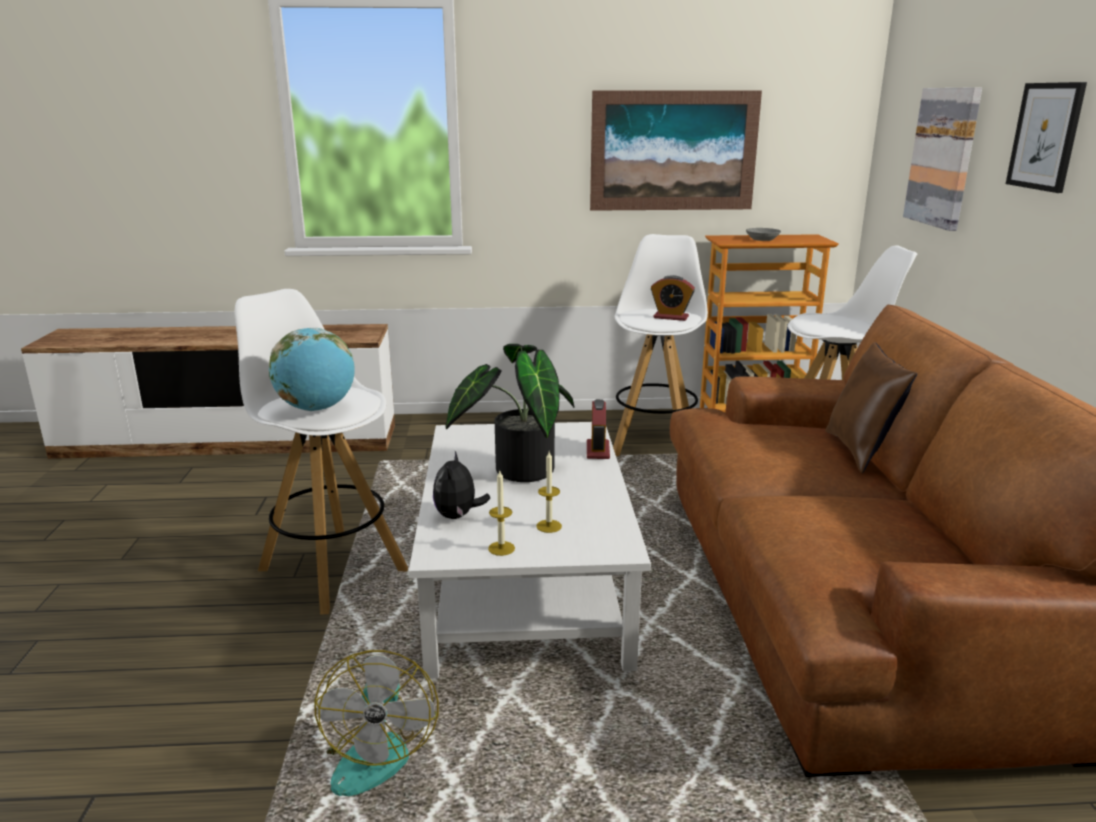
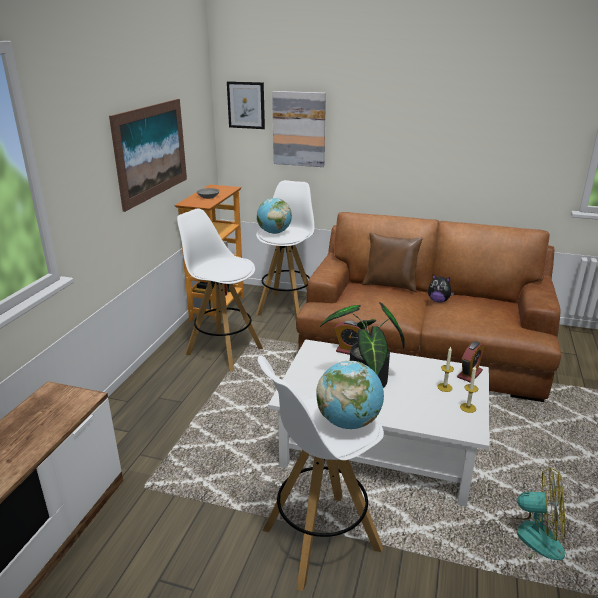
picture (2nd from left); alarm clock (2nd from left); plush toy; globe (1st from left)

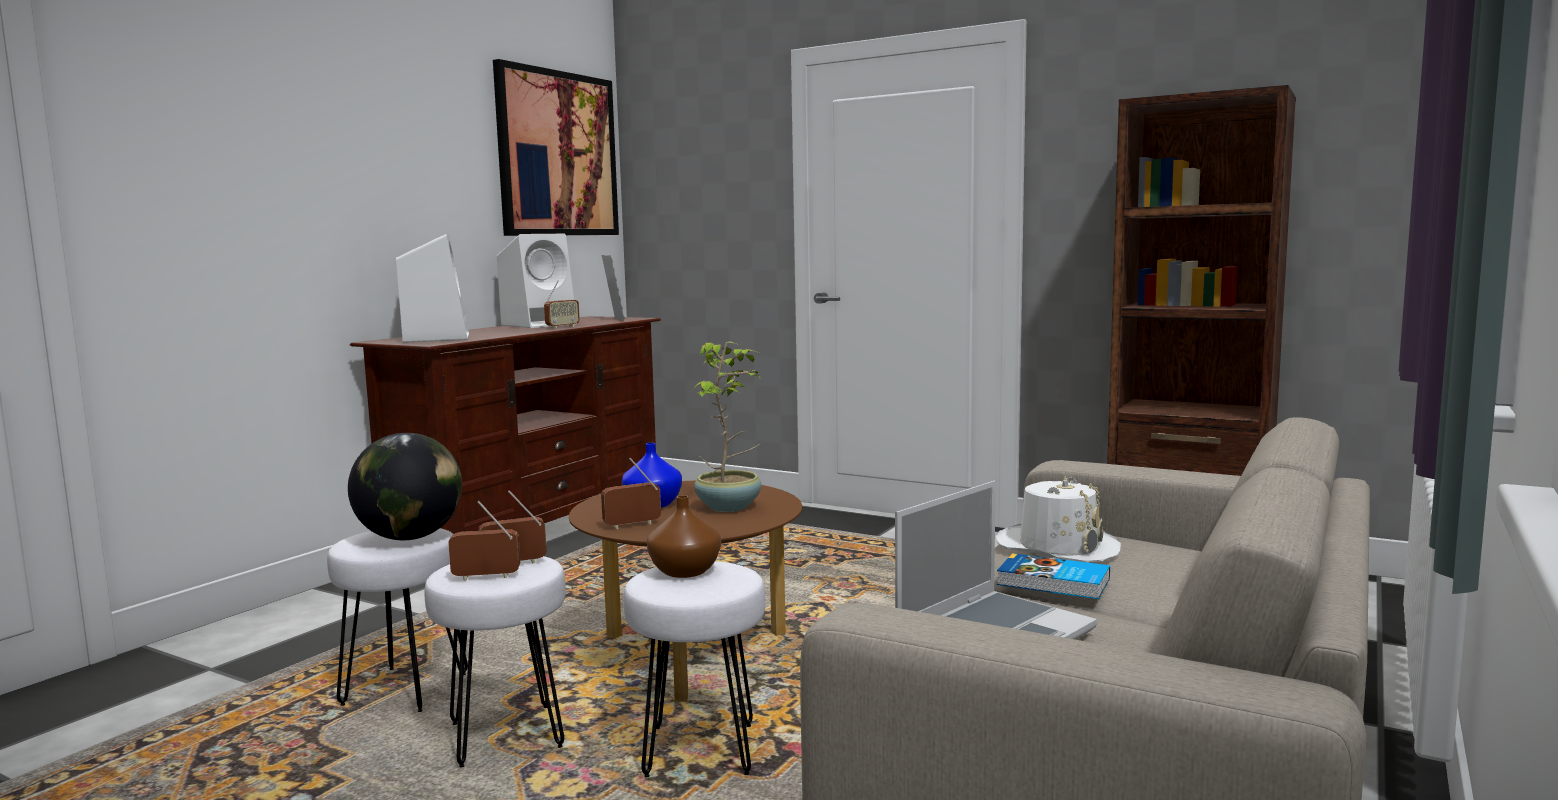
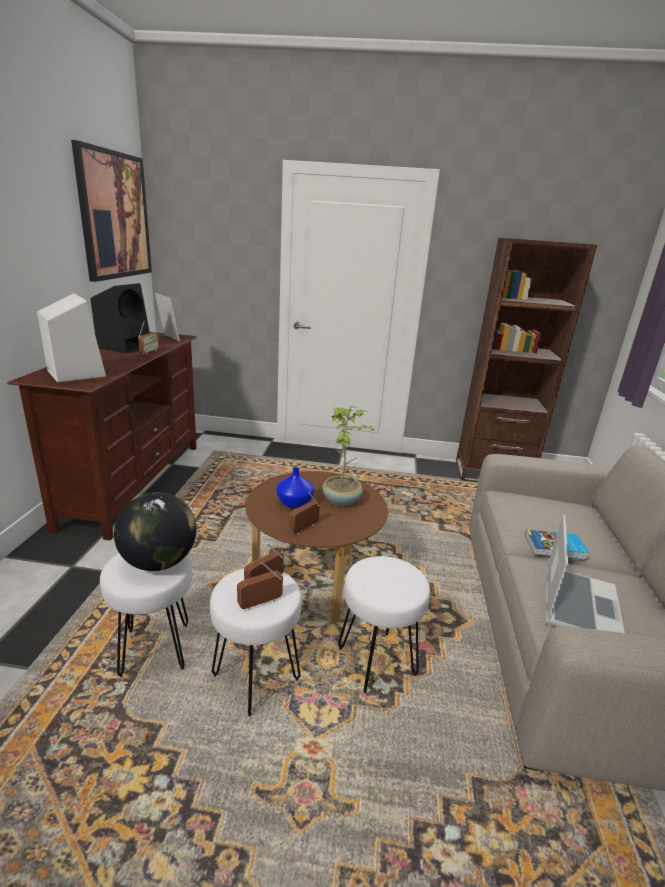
black speaker; white hat; brown vase

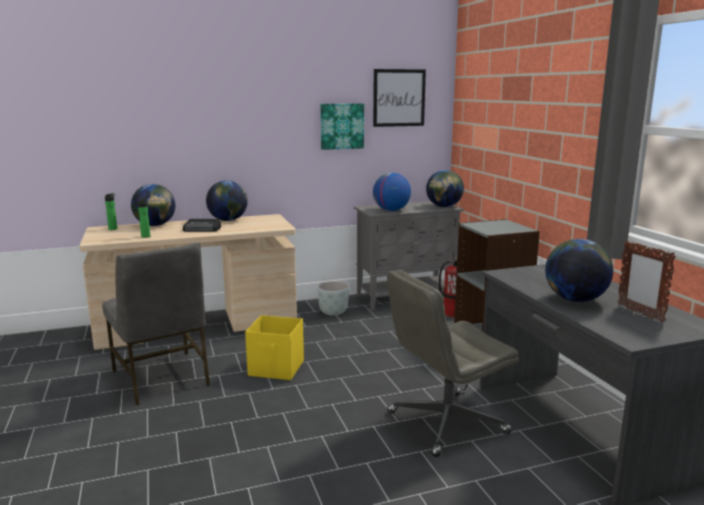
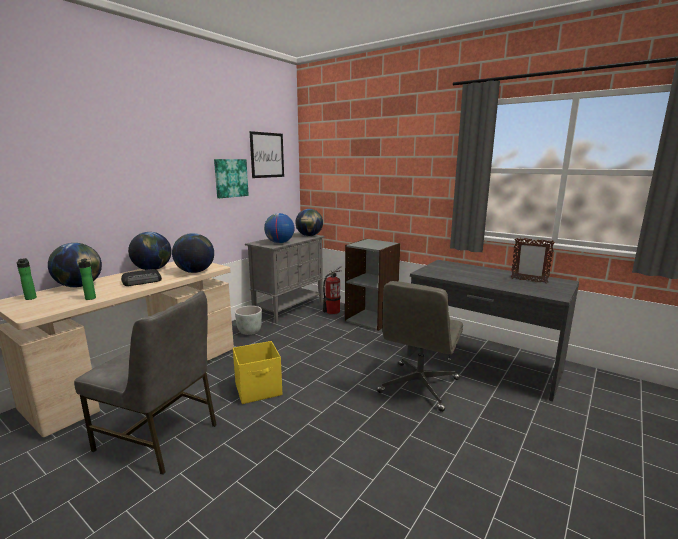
globe (3rd from left)

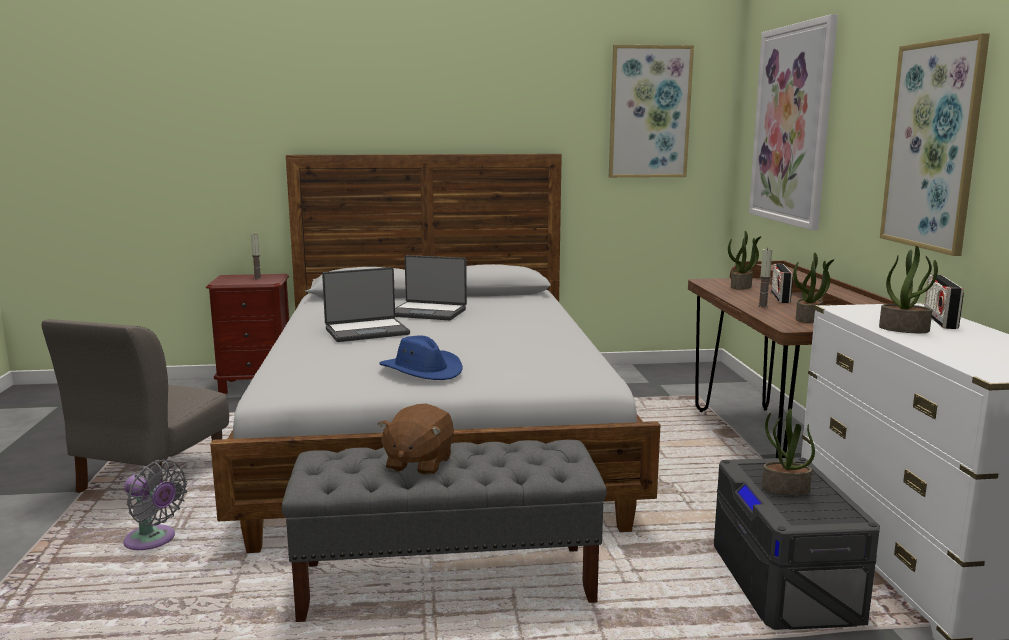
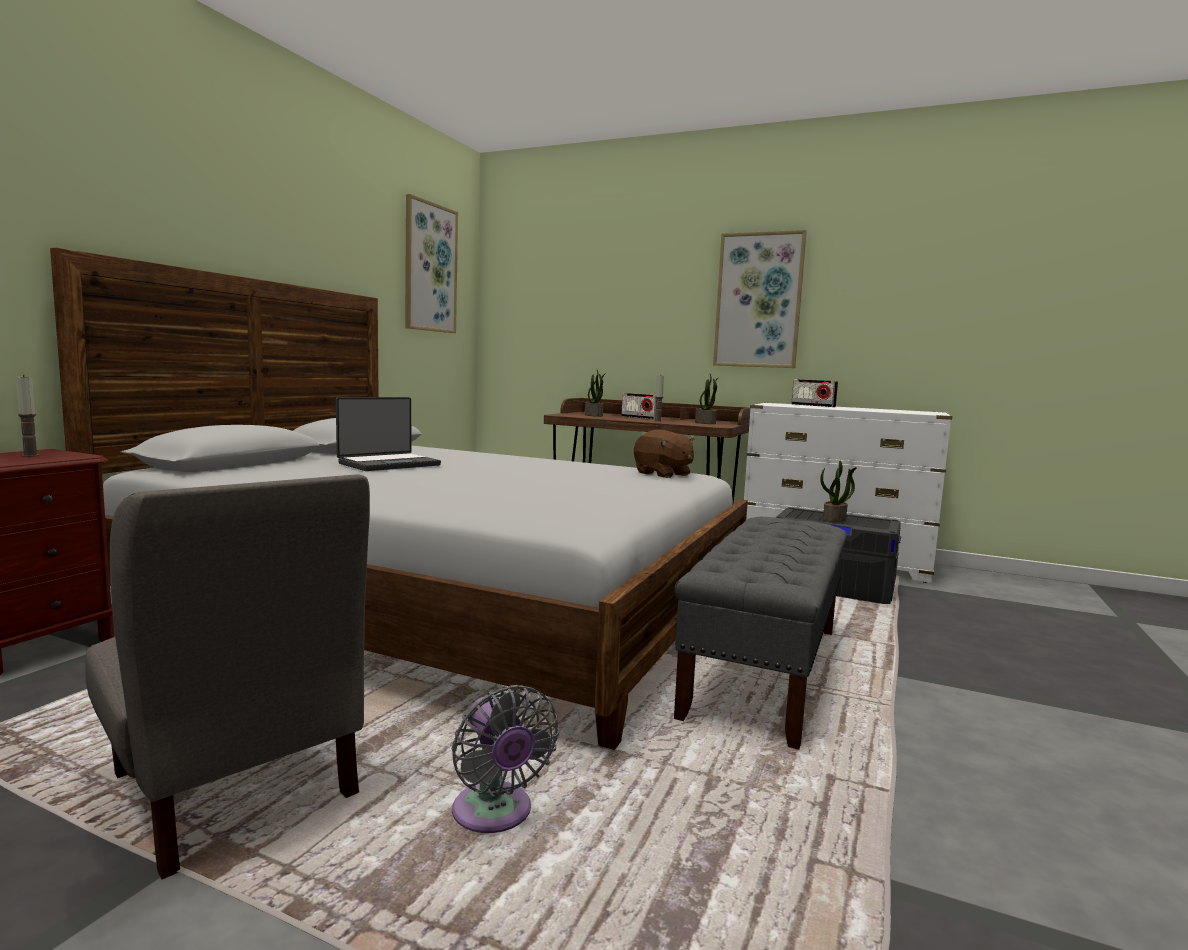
picture (2nd from left in the first image); potted plant (4th from left in the first image); laptop (1st from left in the first image); blue hat; brown plush toy; grey fan

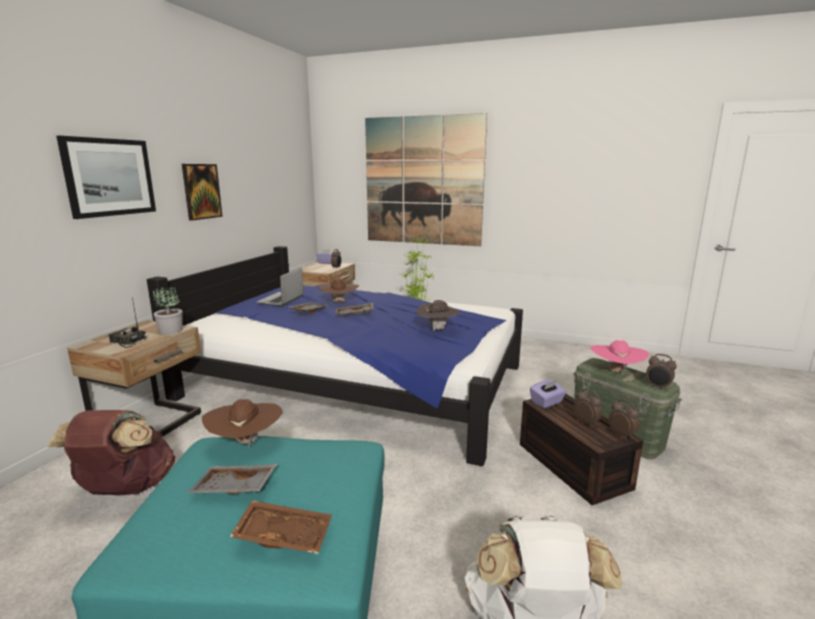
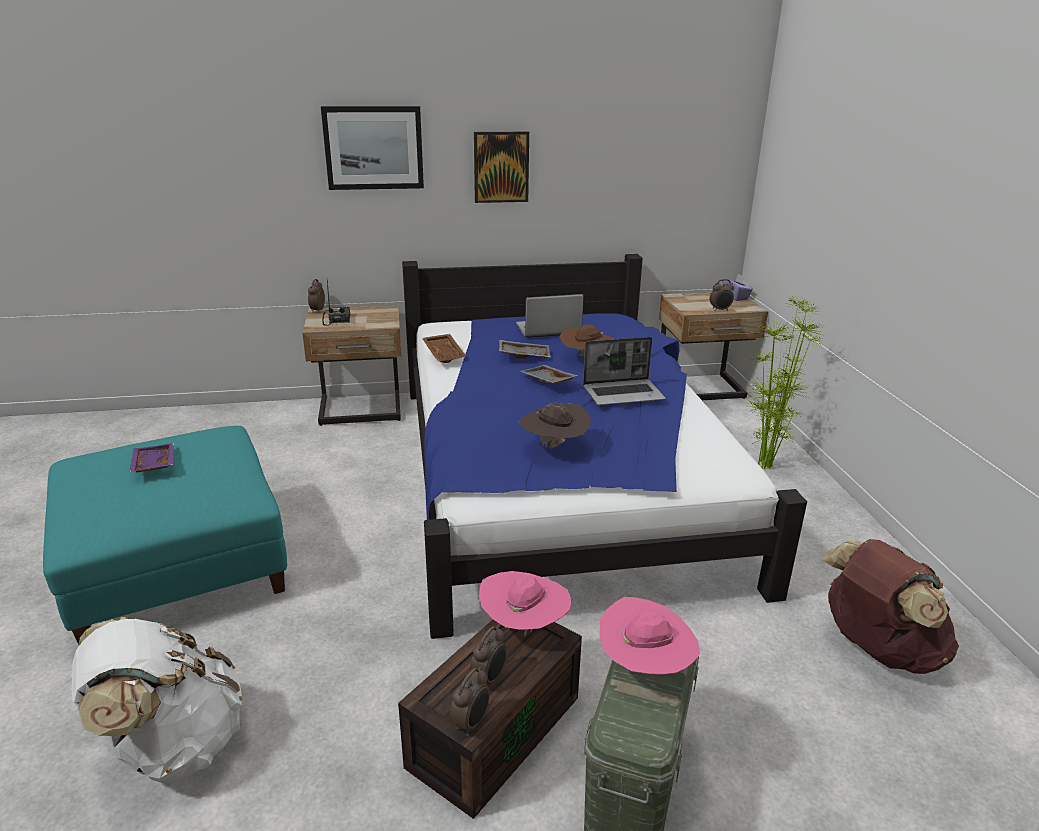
picture (3rd from left in the first image); potted plant (1st from left in the first image); alarm clock (1st from left); pink hat (1st from left); brown hat (1st from left in the first image); brown backpack; purple tray; brown tray; laptop (2nd from left)

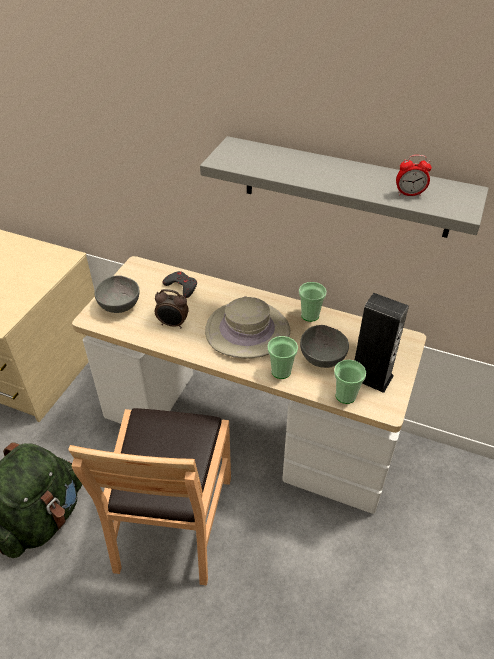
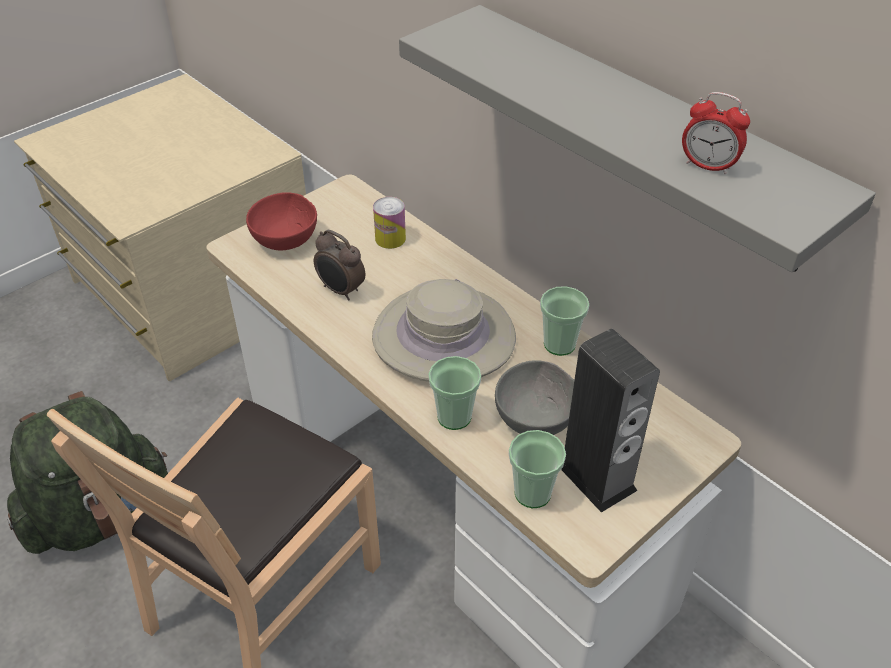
can; red bowl

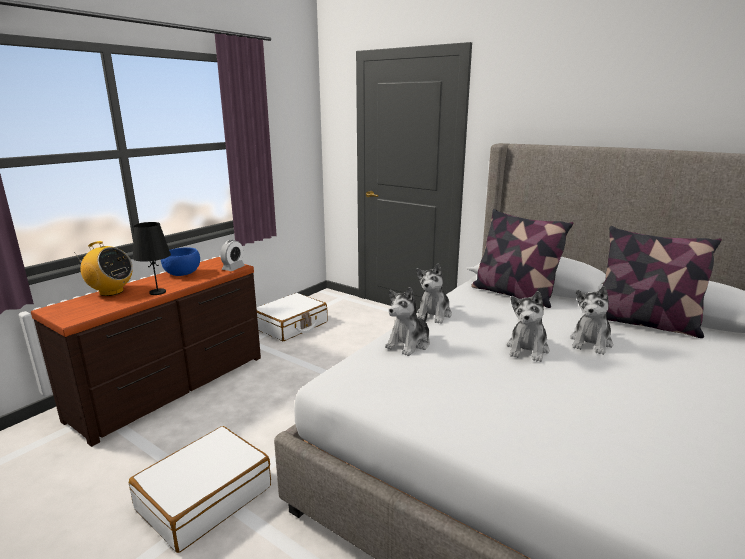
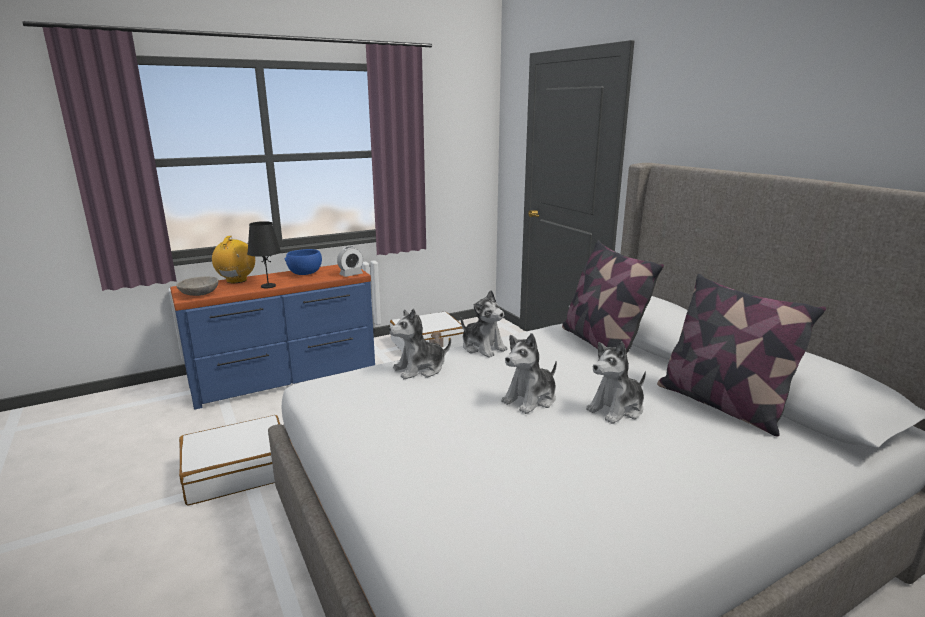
radio; blue dresser; plush toy (2nd from left); grey bowl

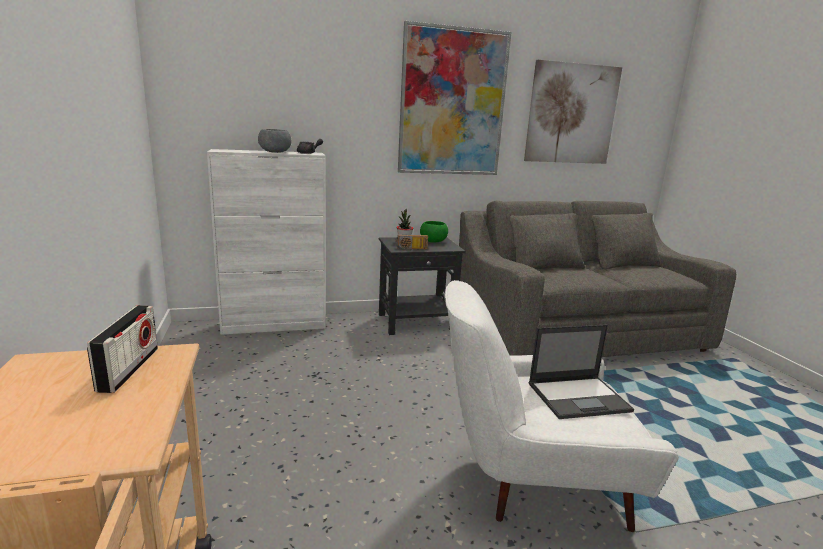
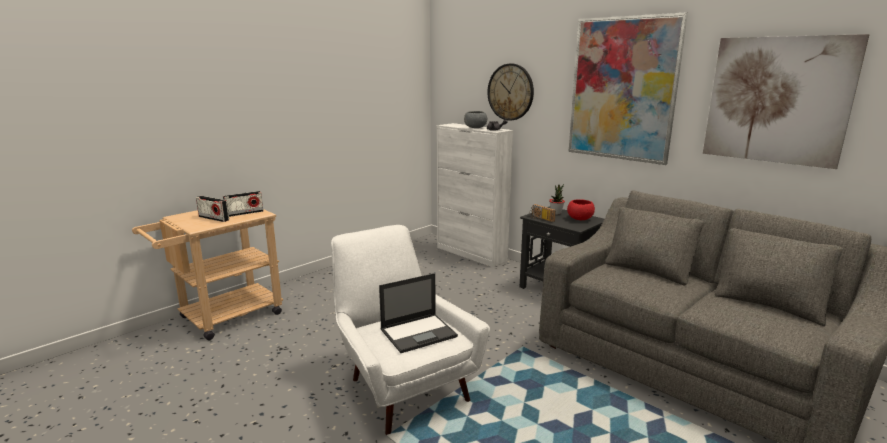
red bowl; laptop; wall clock; radio (1st from left)

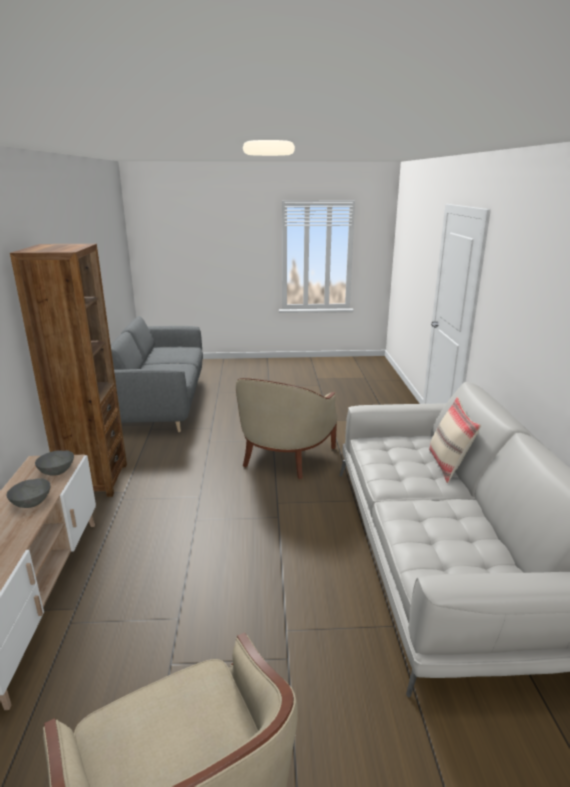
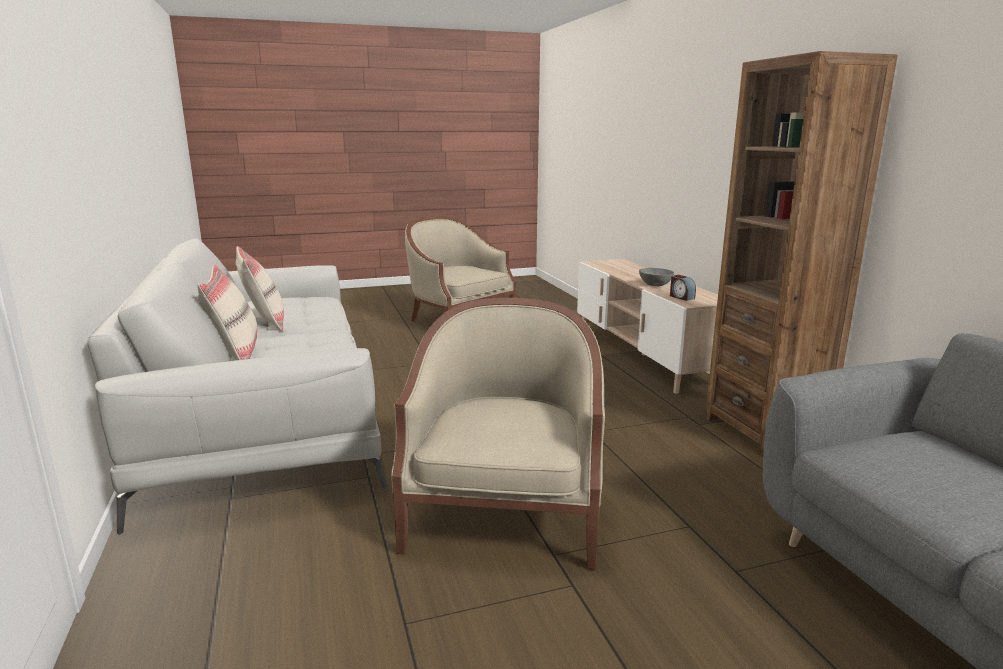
alarm clock; beige pillow (2nd from left)

